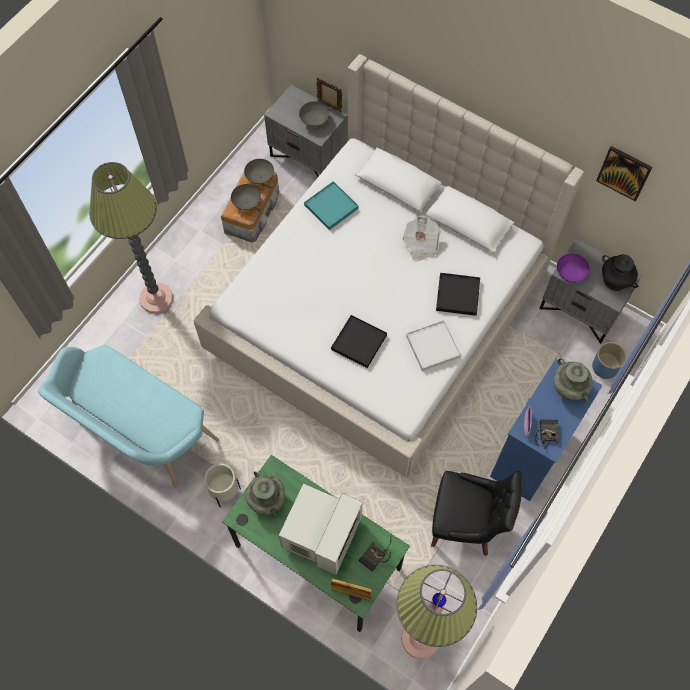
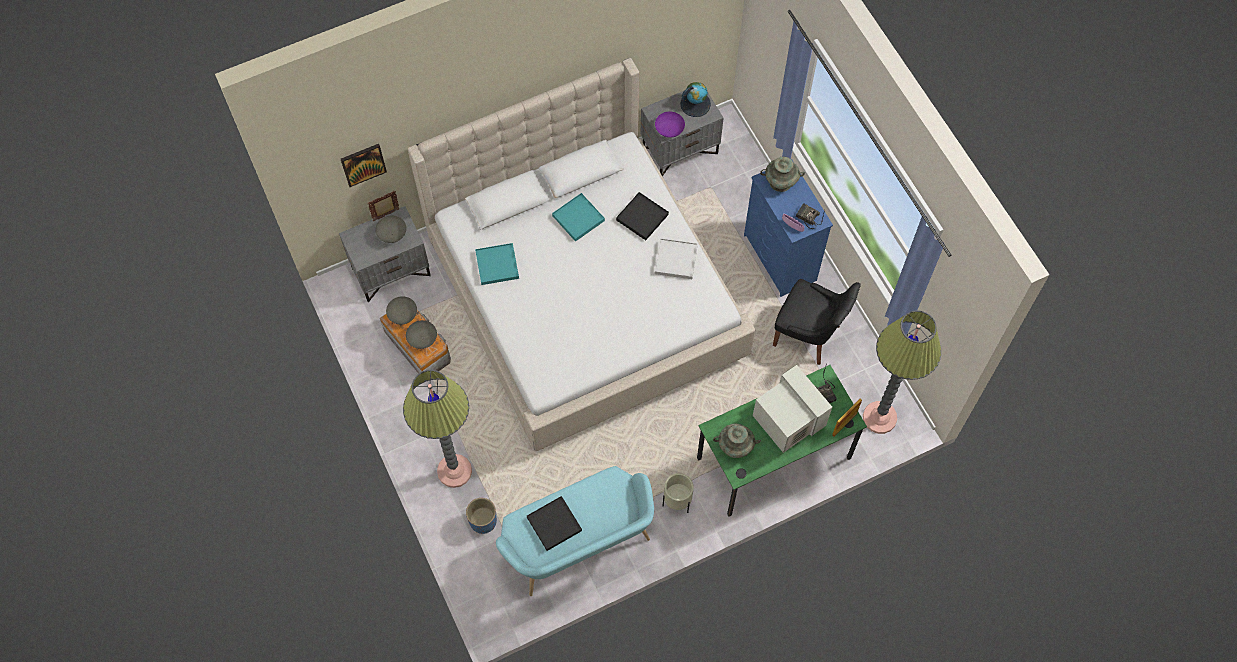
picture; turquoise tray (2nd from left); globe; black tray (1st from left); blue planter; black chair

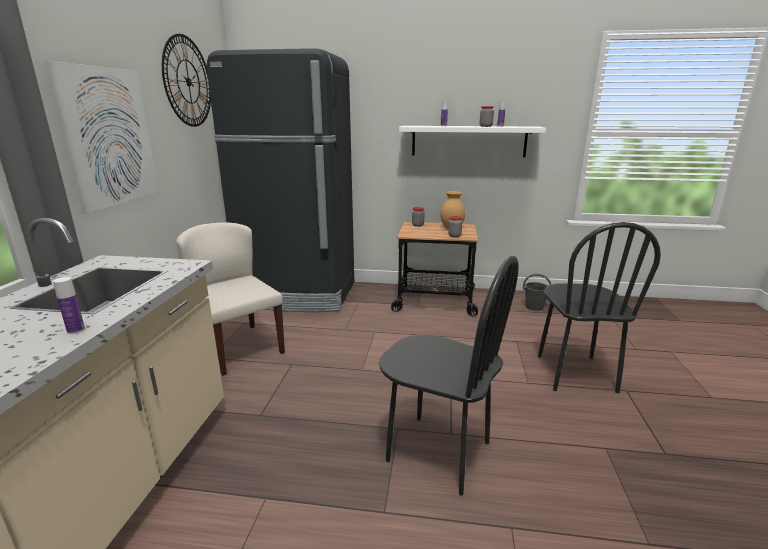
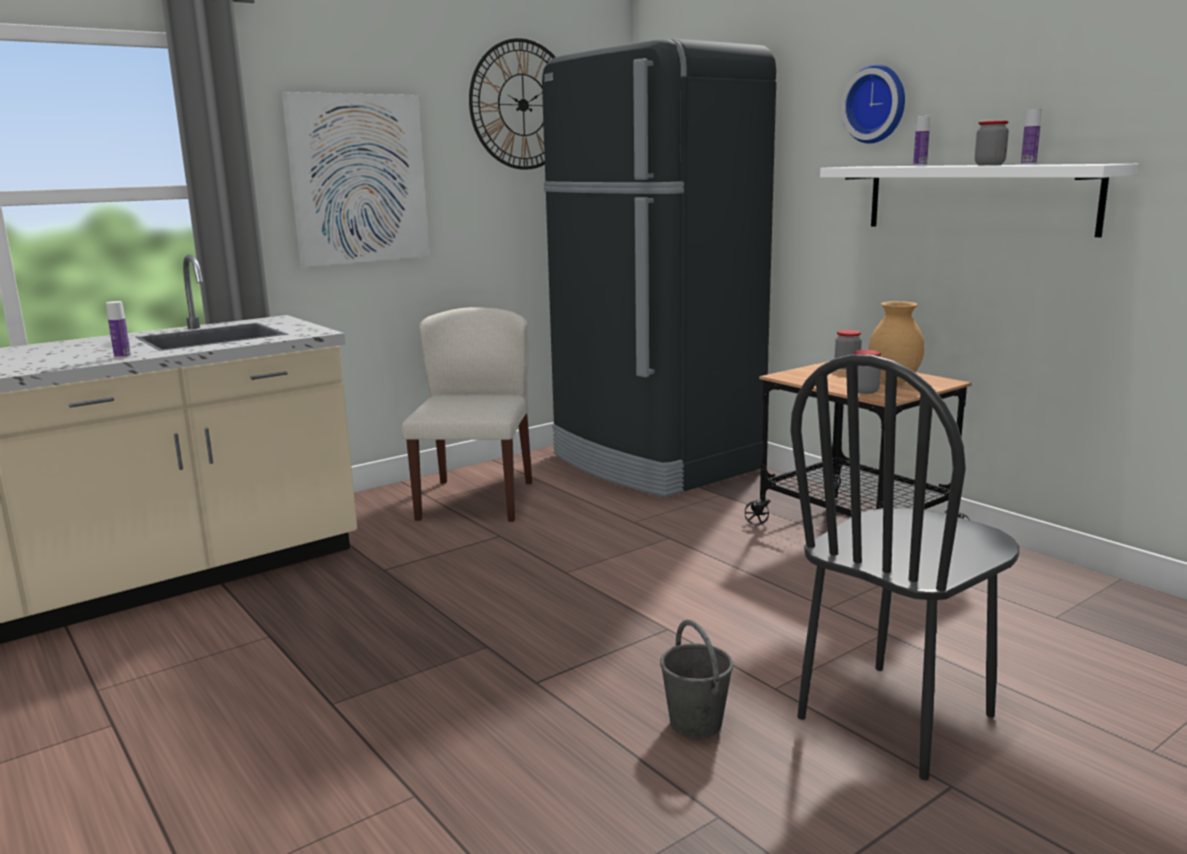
black chair (1st from left in the first image); grey bucket; wall clock (2nd from left)

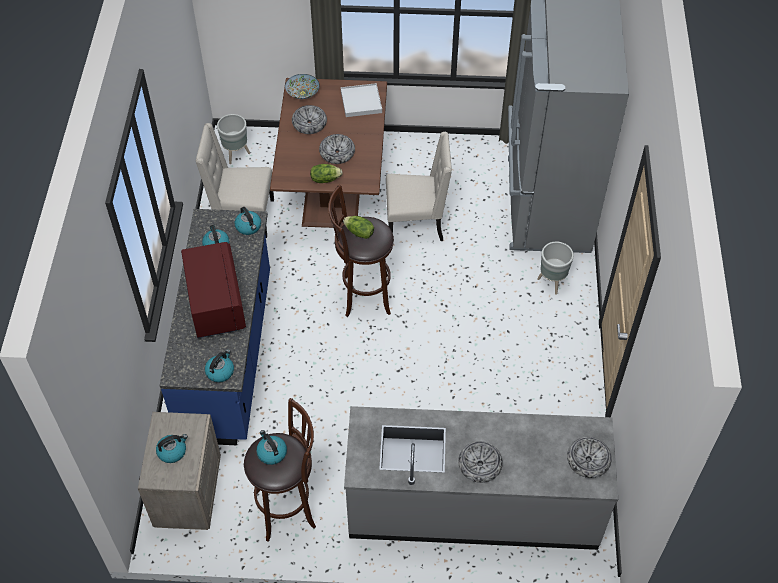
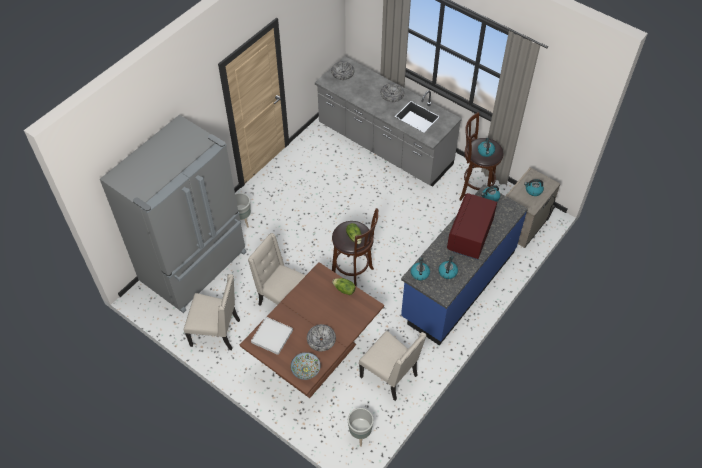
bowl (3rd from left in the first image); beige chair (1st from left)

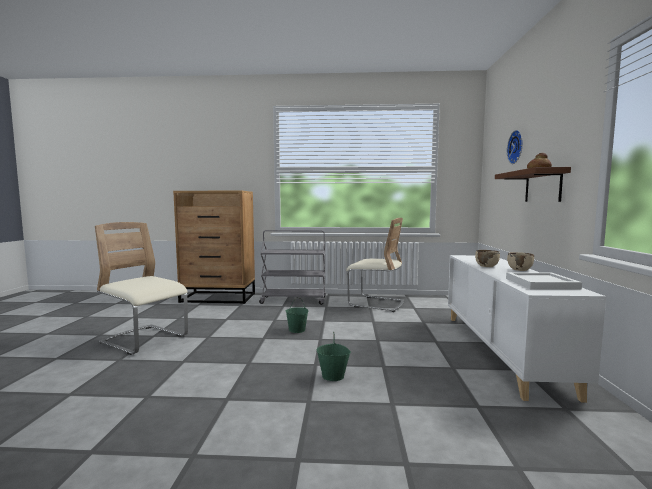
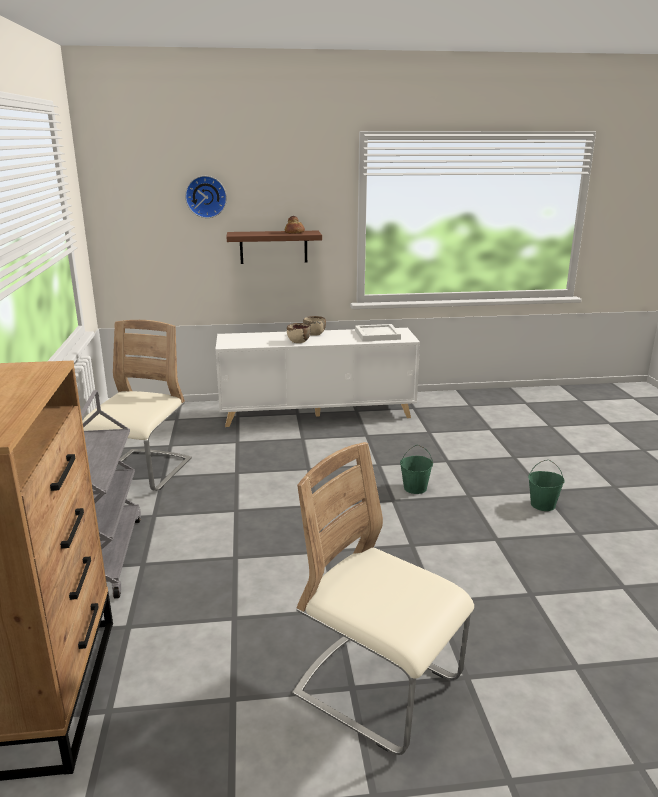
beige chair (2nd from left); green bucket (2nd from left)

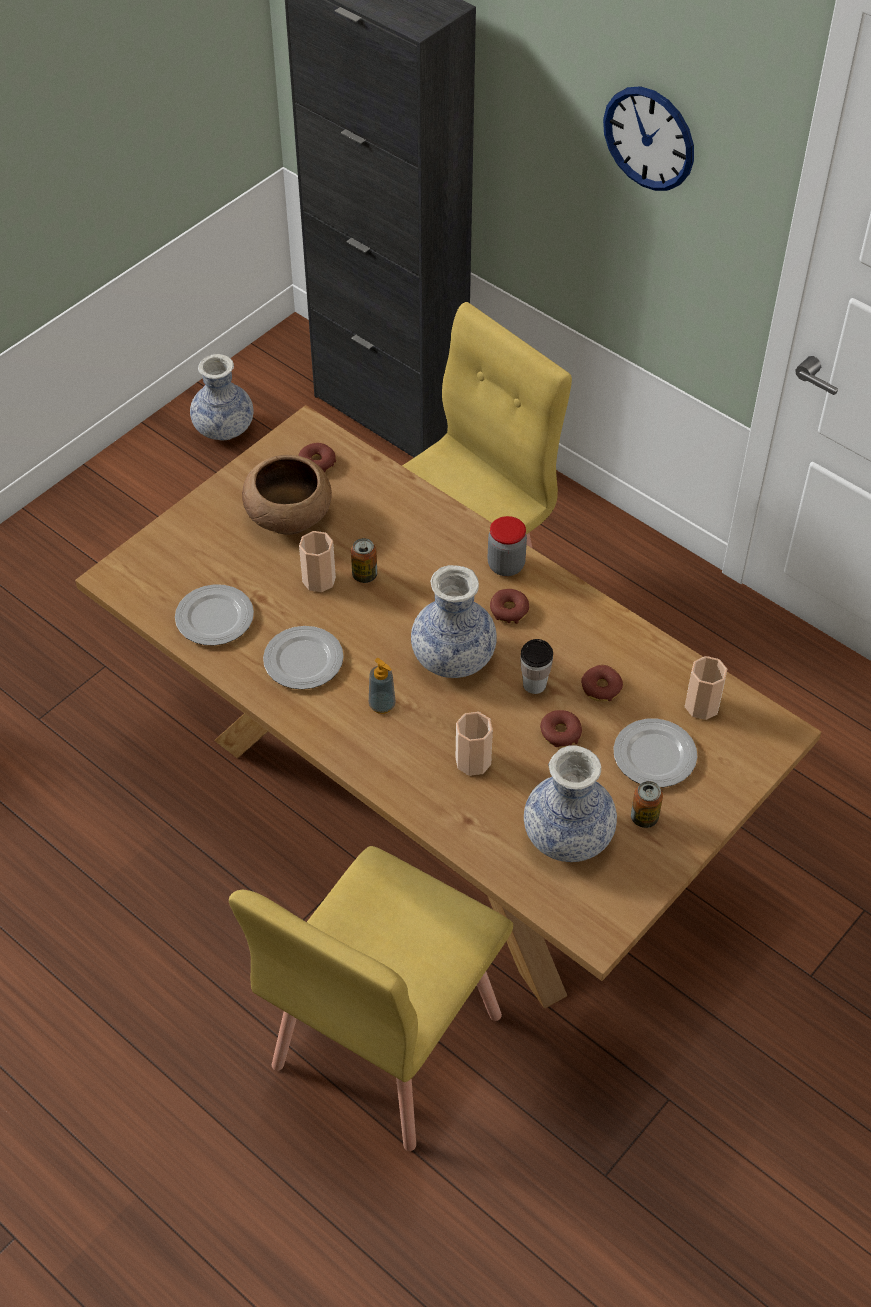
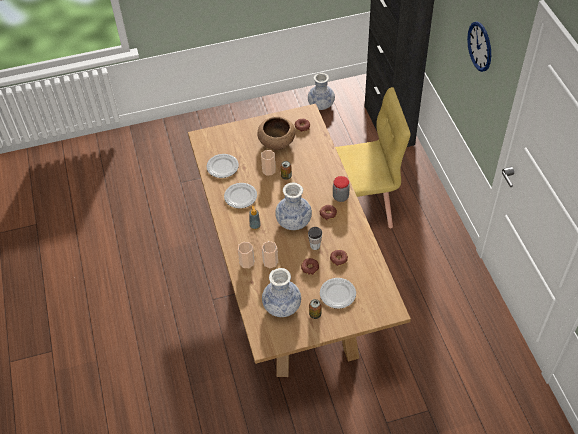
cup (1st from left); yellow chair (1st from left in the first image)

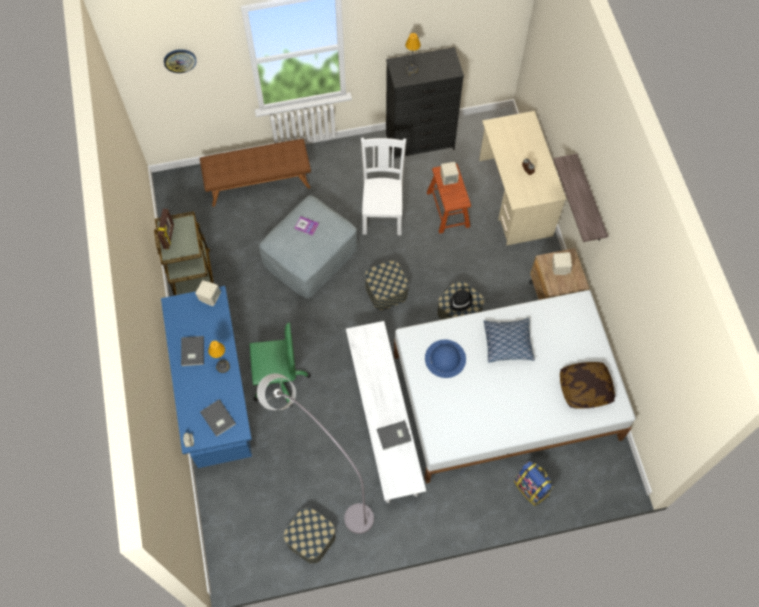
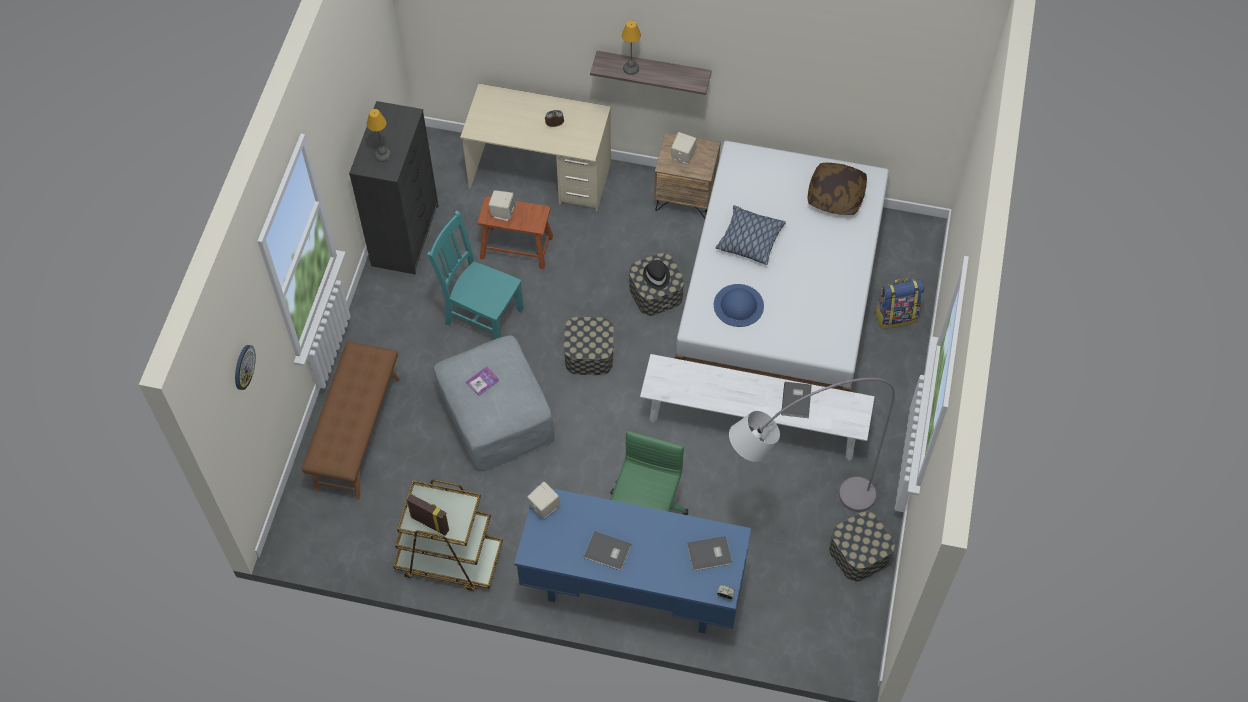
turquoise chair; table lamp (2nd from left)

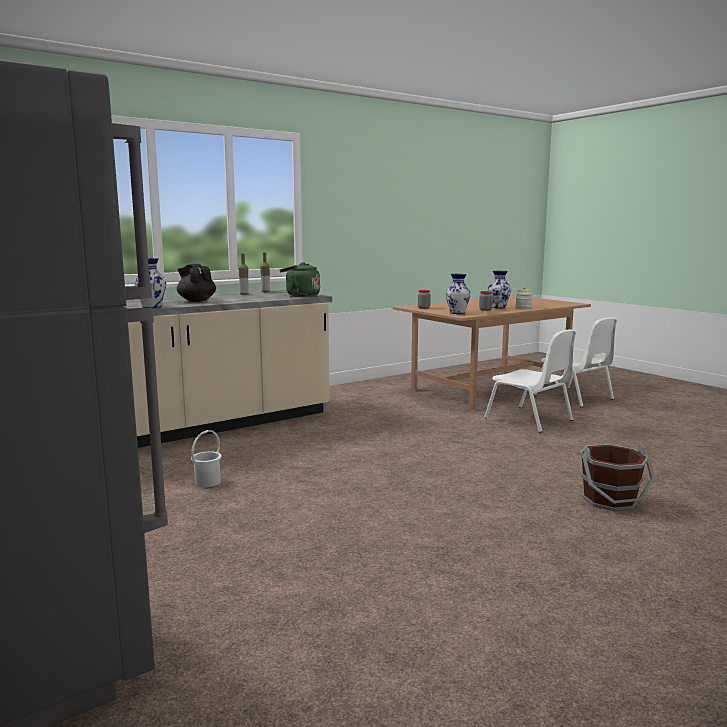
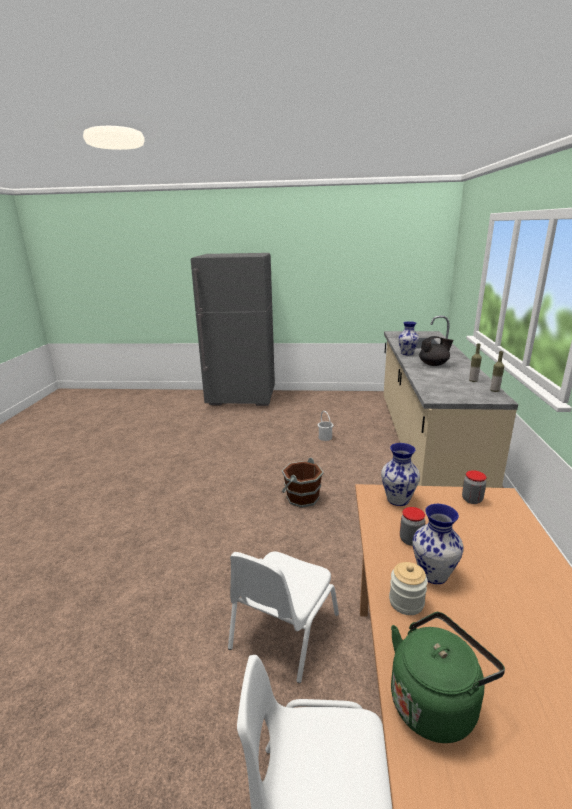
green kettle; white chair (1st from left); brown bucket

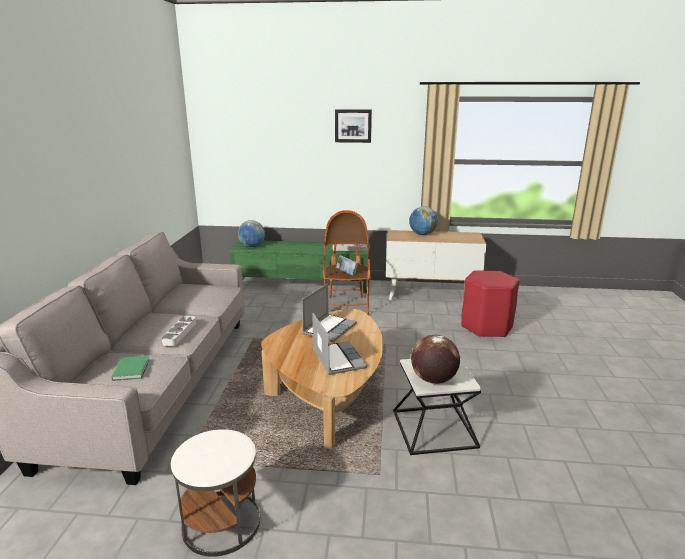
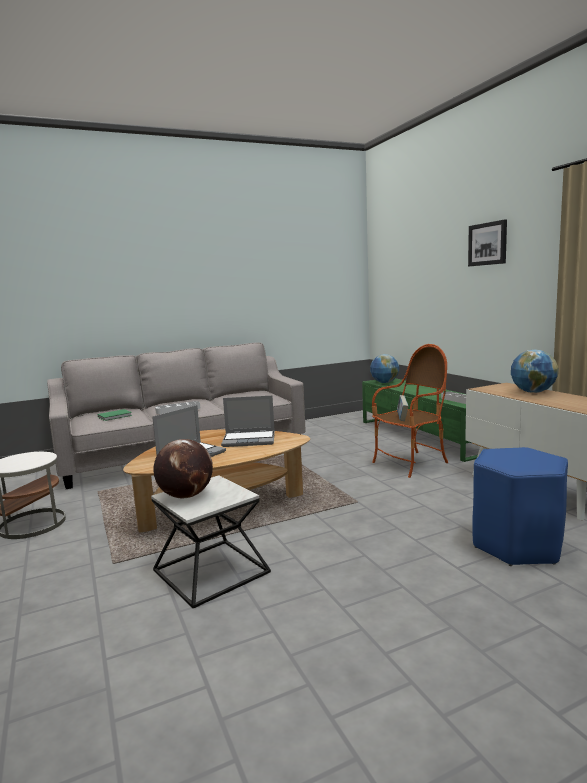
blue stool

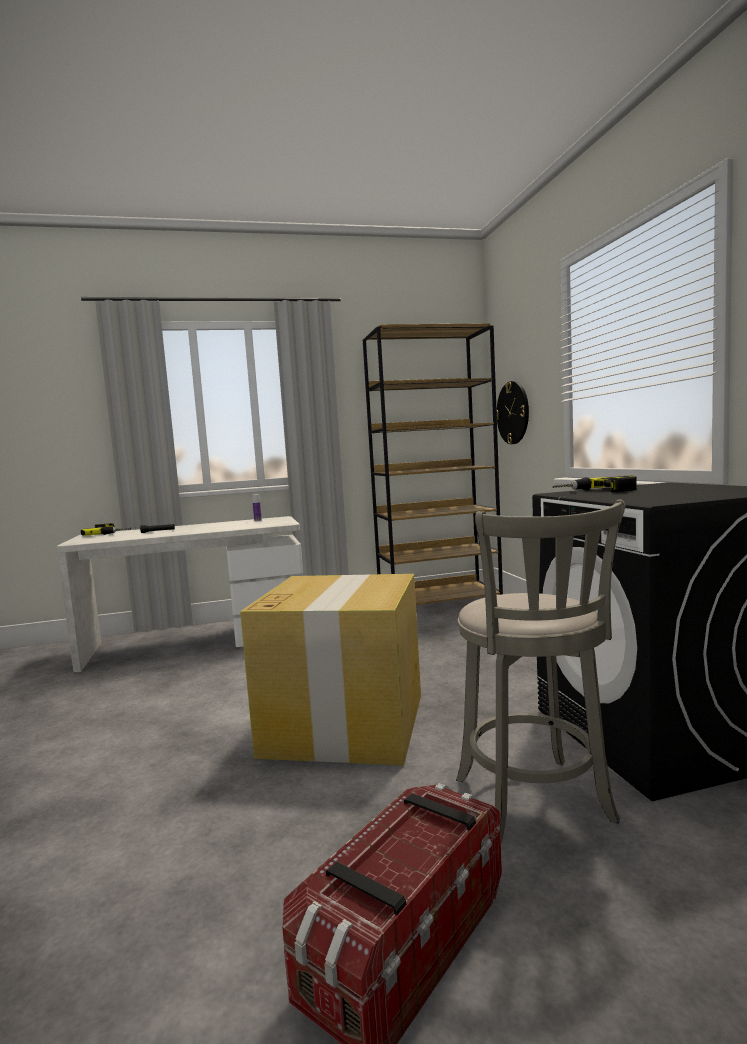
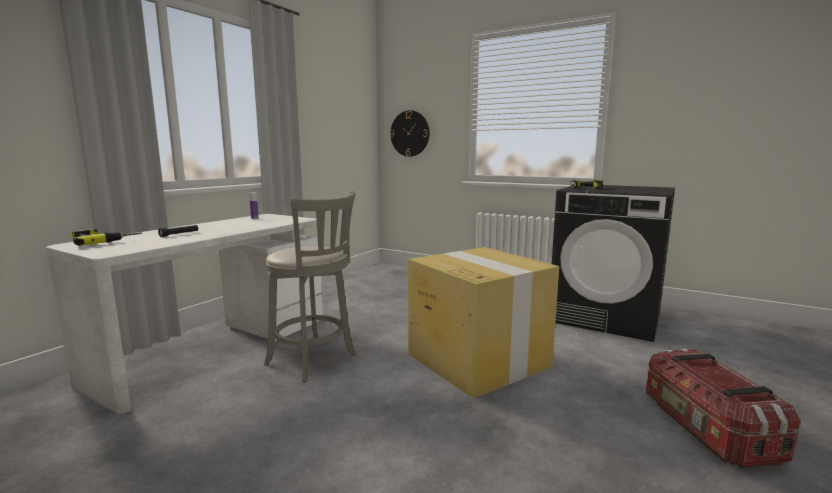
brown bookcase; grey stool

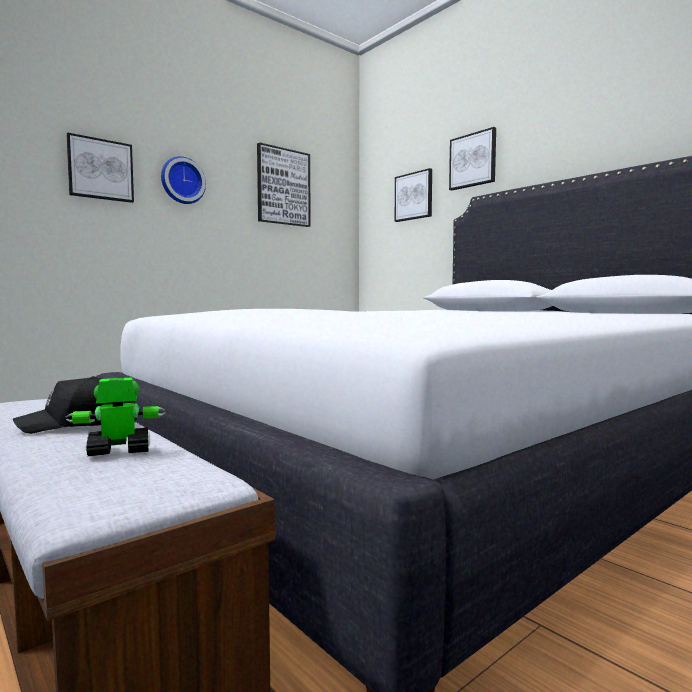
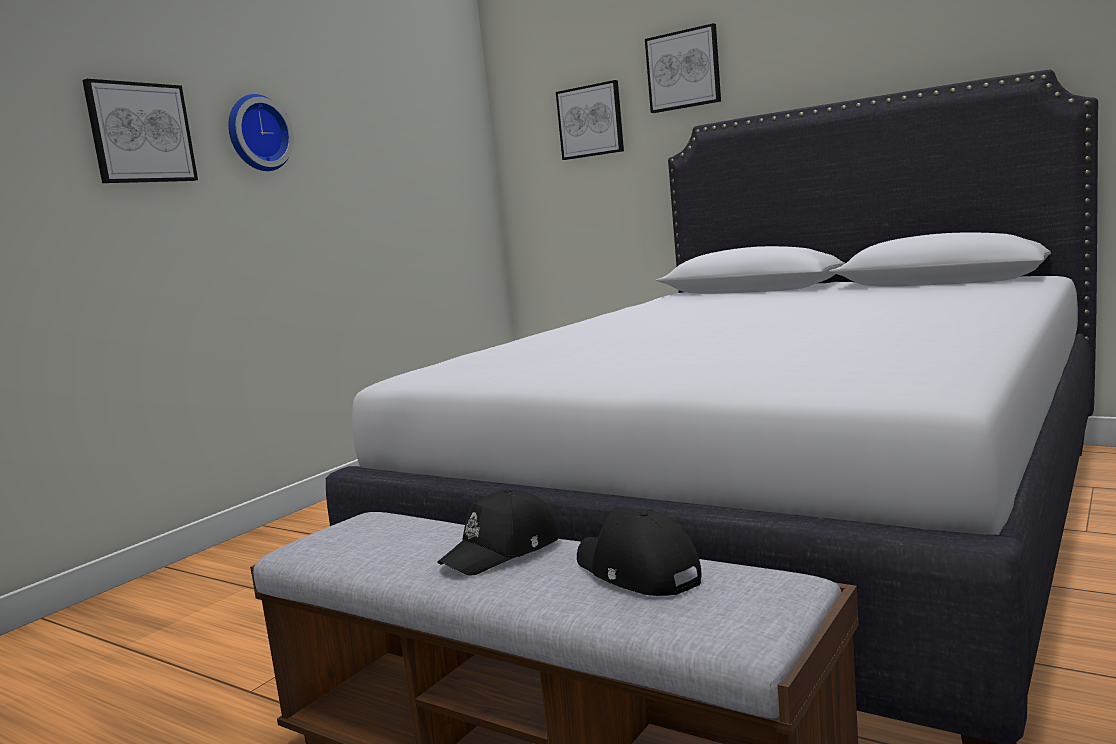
picture (2nd from left in the first image); black cap (2nd from left)

